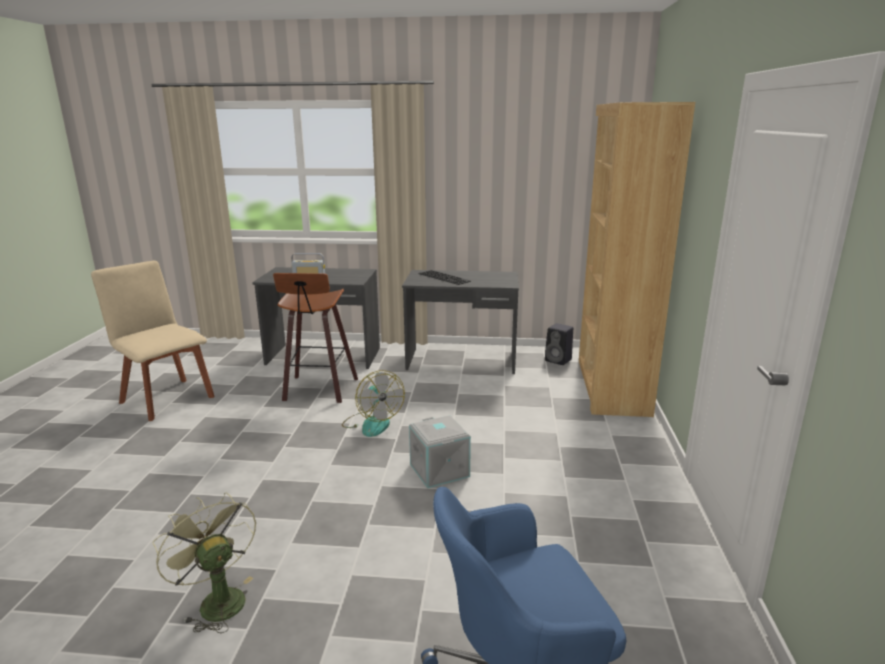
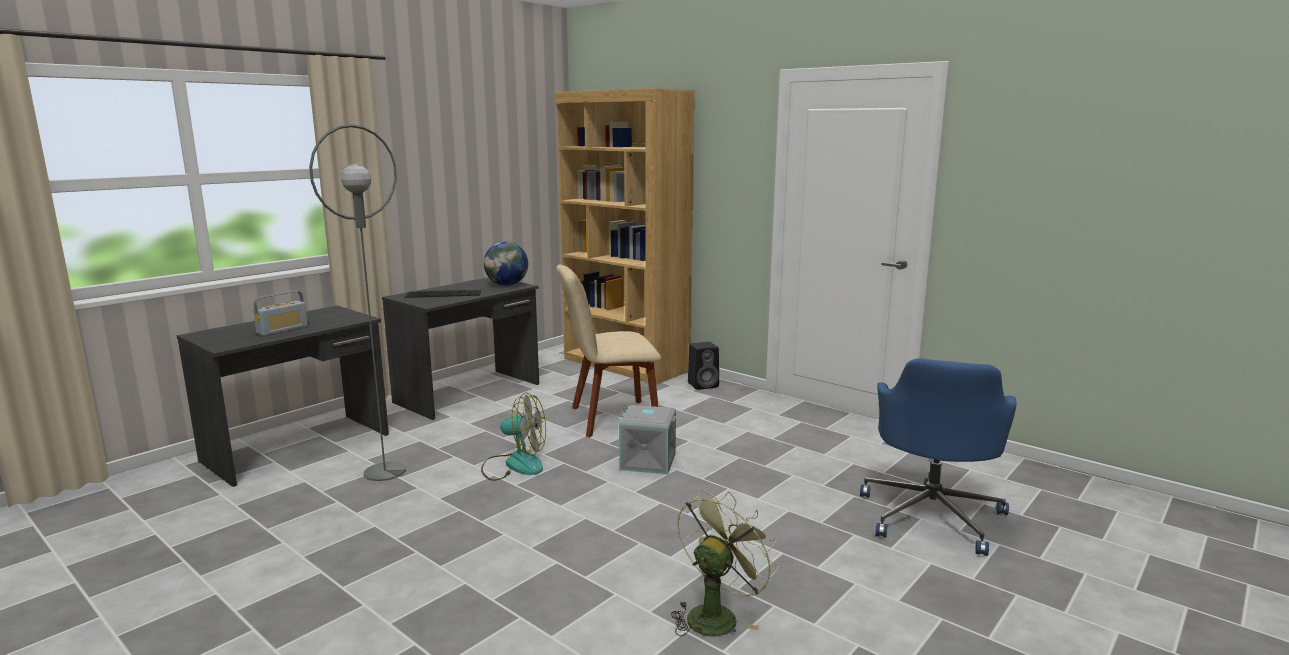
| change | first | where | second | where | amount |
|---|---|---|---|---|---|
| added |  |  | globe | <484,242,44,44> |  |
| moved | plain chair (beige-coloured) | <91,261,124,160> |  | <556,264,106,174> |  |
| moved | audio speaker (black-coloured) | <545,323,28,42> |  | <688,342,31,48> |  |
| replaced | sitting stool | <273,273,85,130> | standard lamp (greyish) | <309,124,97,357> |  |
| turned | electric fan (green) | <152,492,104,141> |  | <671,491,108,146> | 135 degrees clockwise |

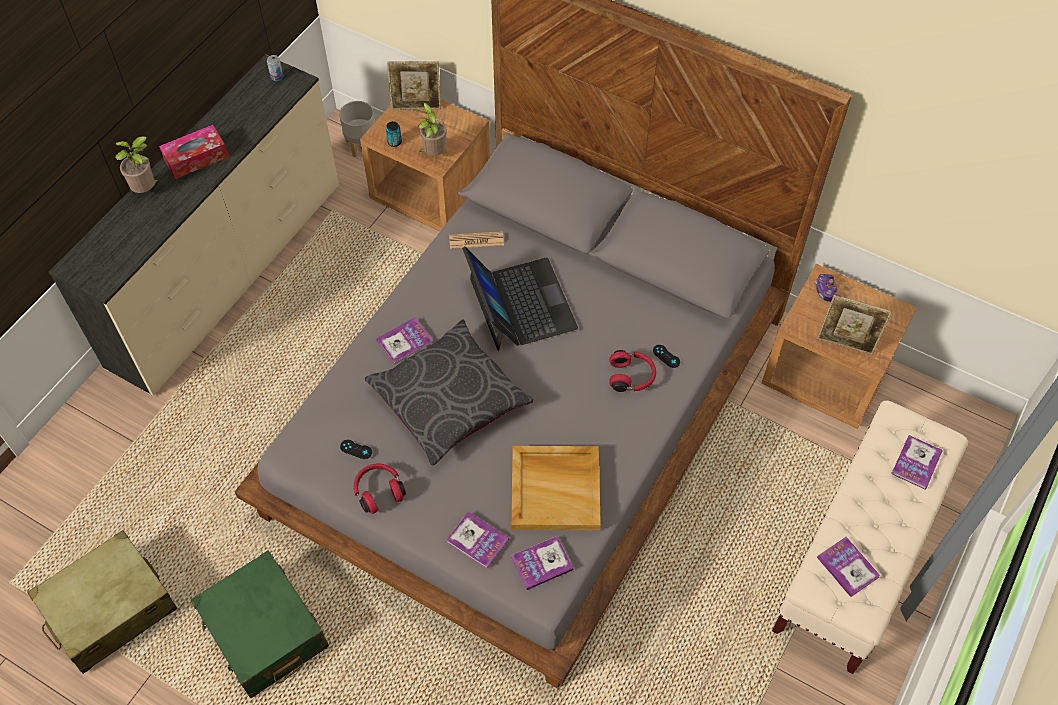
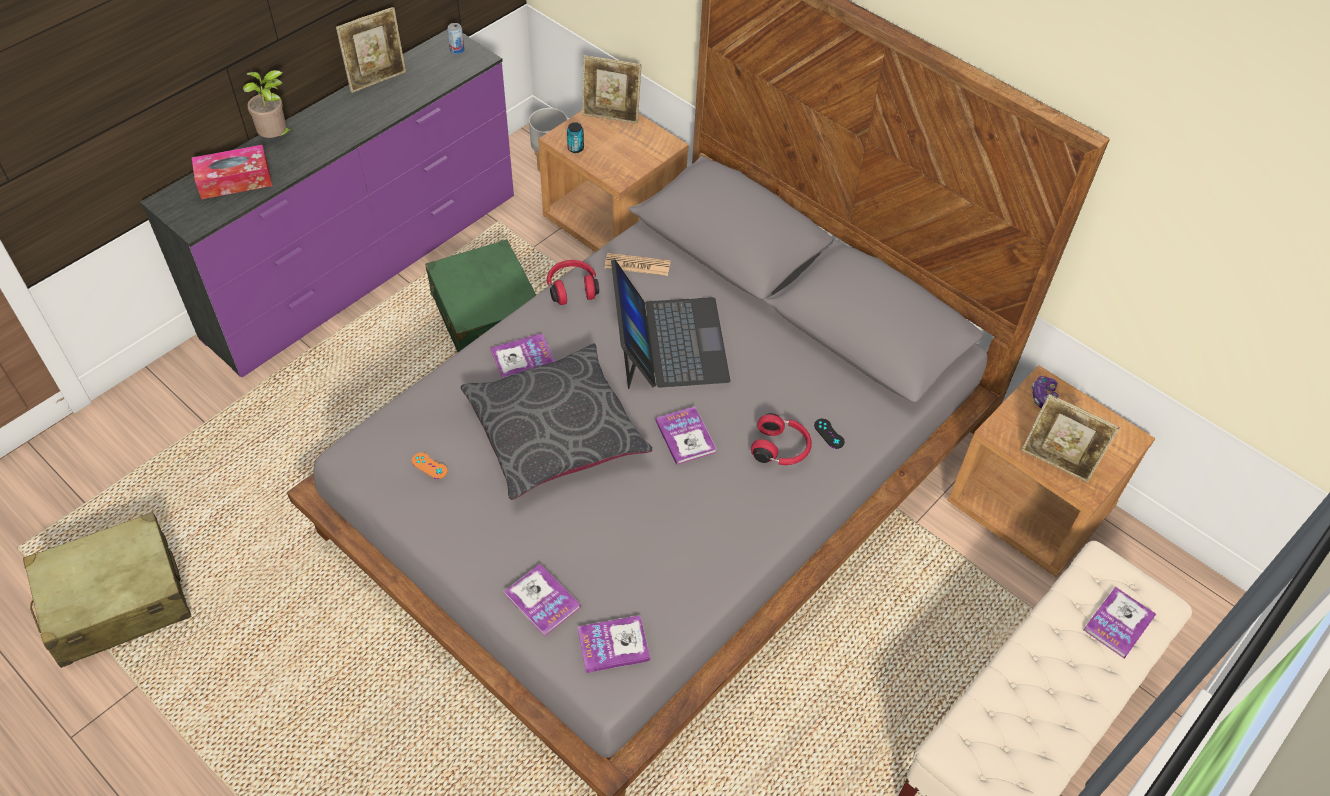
| change | first | where | second | where | amount |
|---|---|---|---|---|---|
| removed | potted plant | <414,102,33,54> |  |  |  |
| removed | carrying tray (beige-coloured) | <511,446,90,85> |  |  |  |
| added |  |  | standing frame | <336,7,70,86> |  |
| moved | tissue box | <159,125,69,54> |  | <192,145,80,54> |  |
| moved | suitcase (green) | <191,550,138,148> |  | <425,239,111,113> |  |
| moved | headphones (red) | <354,464,52,50> |  | <547,260,52,45> |  |
| moved | volume | <817,537,63,60> |  | <656,406,61,59> |  |
| recoloured | drawer chest (beige-coloured) | <48,55,291,341> | drawer chest (purplish) | <140,30,374,347> |  |
| recoloured | joypad (black-coloured) | <340,440,32,19> | joypad (orange) | <412,453,36,26> |  |

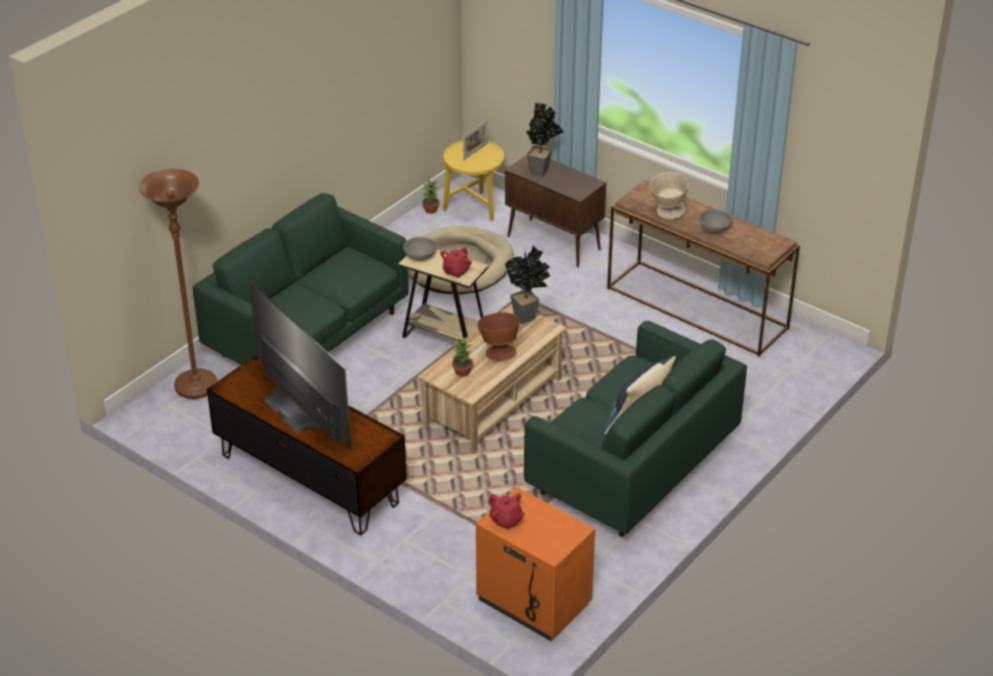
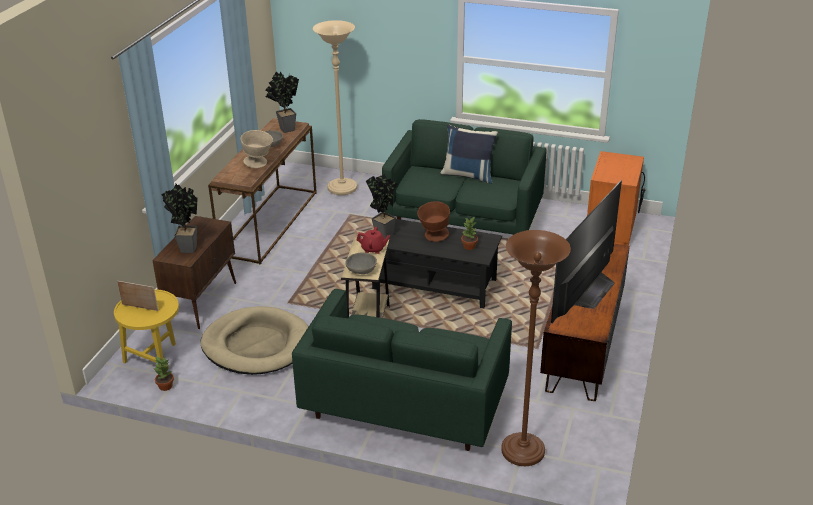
| change | first | where | second | where | amount |
|---|---|---|---|---|---|
| removed | teapot (red) | <488,493,37,37> |  |  |  |
| added |  |  | potted plant | <266,72,33,61> |  |
| added |  |  | standard lamp (beige-coloured) | <313,20,44,175> |  |
| recoloured | lounge table (beige-coloured) | <418,303,149,149> | lounge table (black-coloured) | <372,219,130,89> |  |

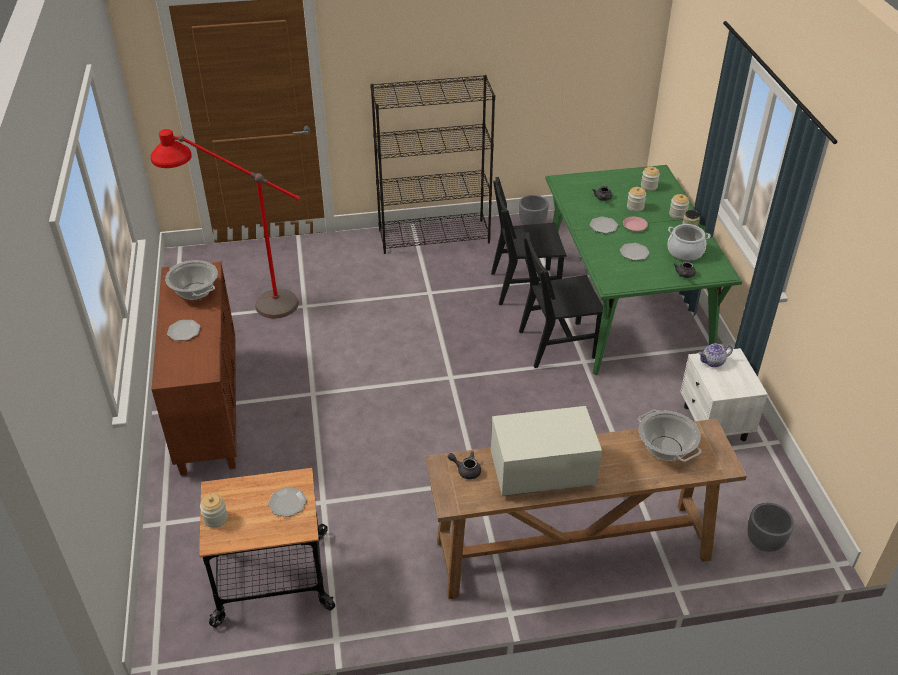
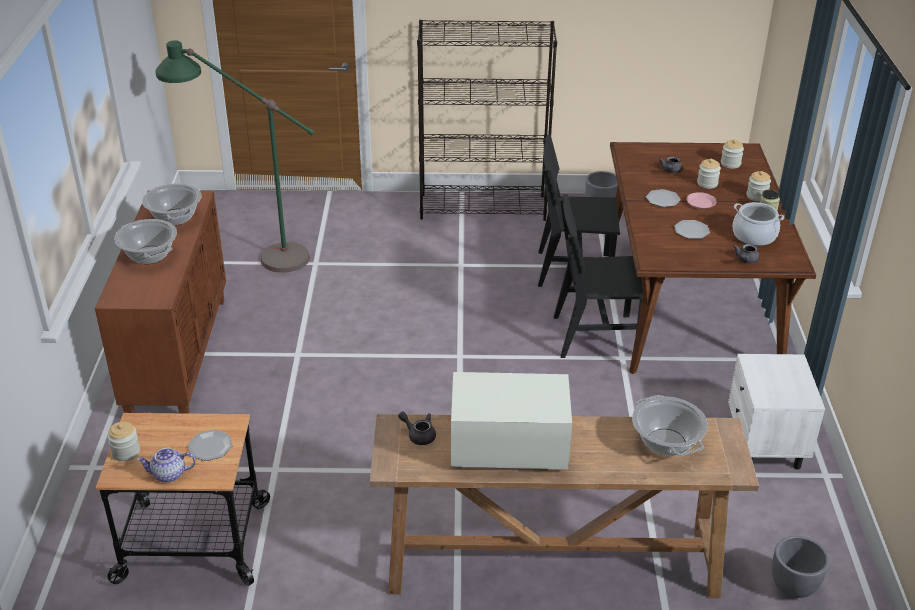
| change | first | where | second | where | amount |
|---|---|---|---|---|---|
| moved | teapot | <698,344,35,23> |  | <137,448,59,35> |  |
| replaced | flat dish | <167,320,33,21> | stockpot | <114,219,63,45> |  |
| recoloured | standard lamp (red) | <150,129,150,190> | standard lamp (green) | <156,40,158,233> |  |
| recoloured | dining table (green) | <545,165,197,210> | dining table (brown) | <610,142,206,232> |  |

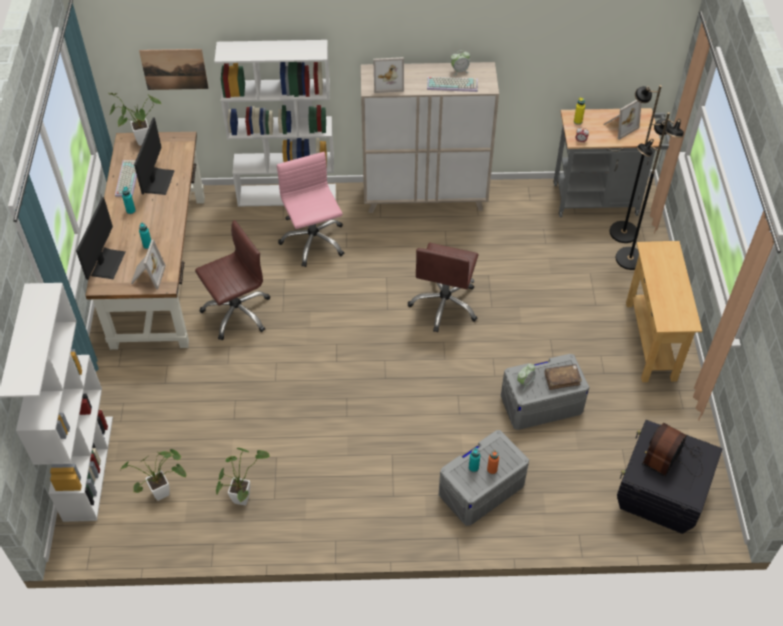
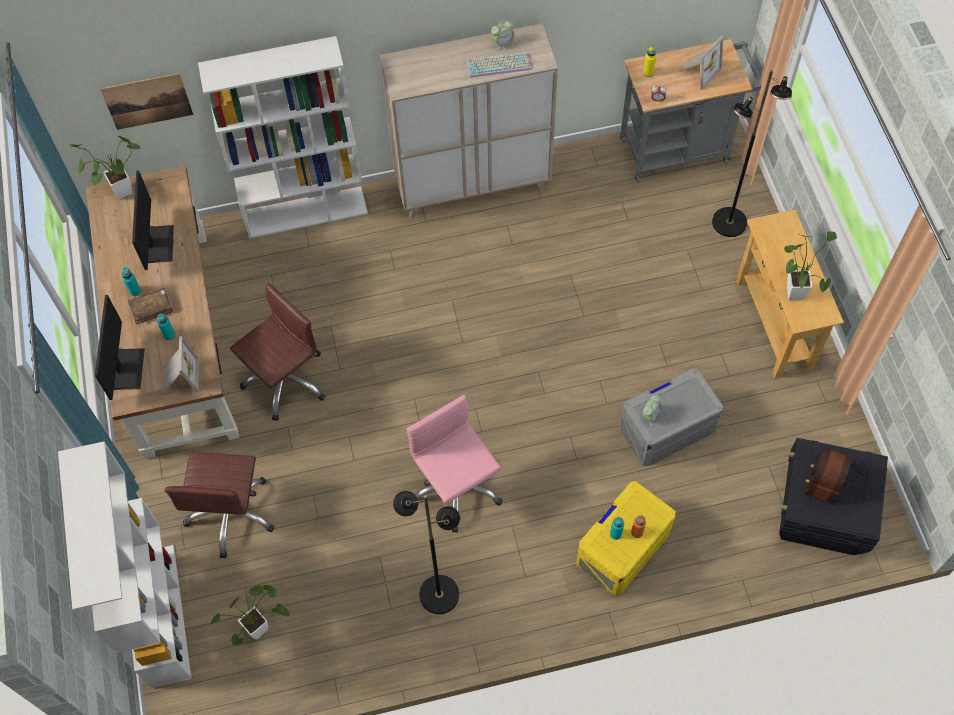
| change | first | where | second | where | amount |
|---|---|---|---|---|---|
| removed | keyboard | <115,160,22,37> |  |  |  |
| removed | standing frame | <373,57,31,36> |  |  |  |
| moved | potted plant | <216,448,54,58> |  | <784,231,53,69> |  |
| moved | office chair (pink-coloured) | <277,152,67,115> |  | <407,395,96,137> |  |
| moved | office chair (brown) | <408,243,71,89> |  | <164,452,110,106> |  |
| moved | volume (brown) | <544,364,38,26> |  | <128,288,45,37> |  |
| moved | standard lamp (black-coloured) | <609,85,62,158> |  | <393,491,67,123> |  |
| recoloured | storage bin (greyish) | <439,430,90,96> | storage bin (yellowish) | <576,481,100,115> |  |

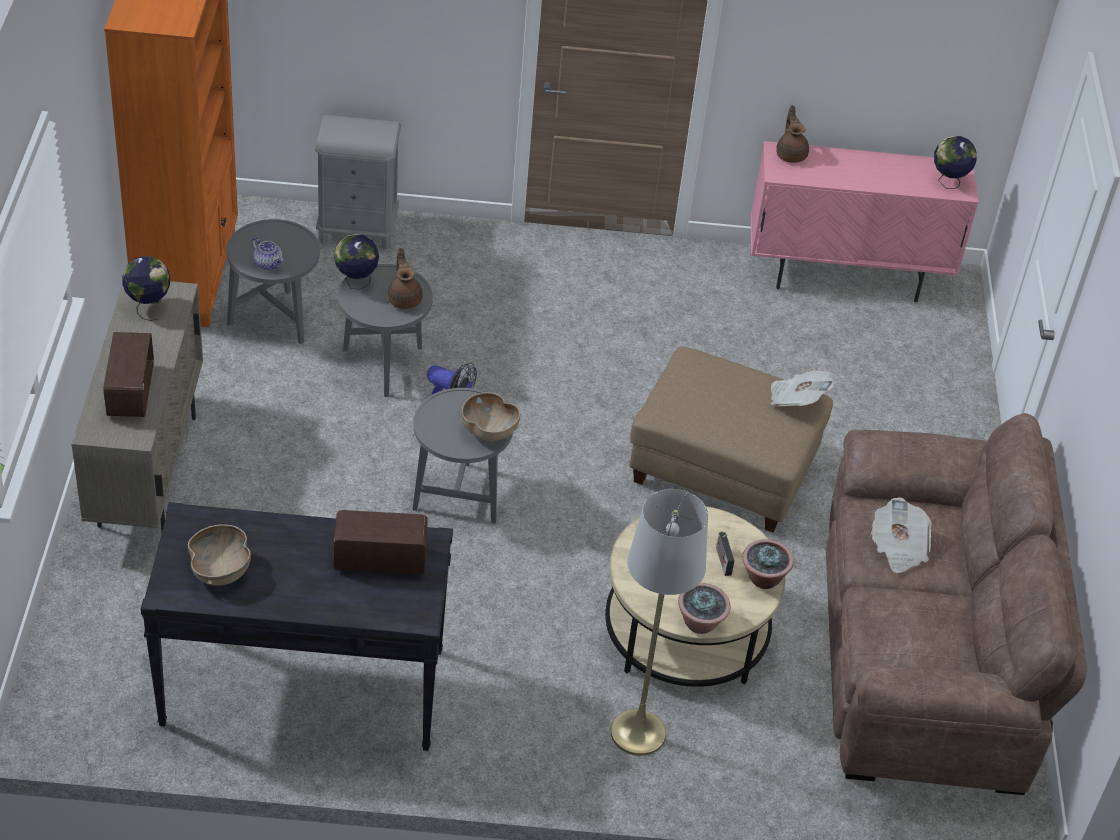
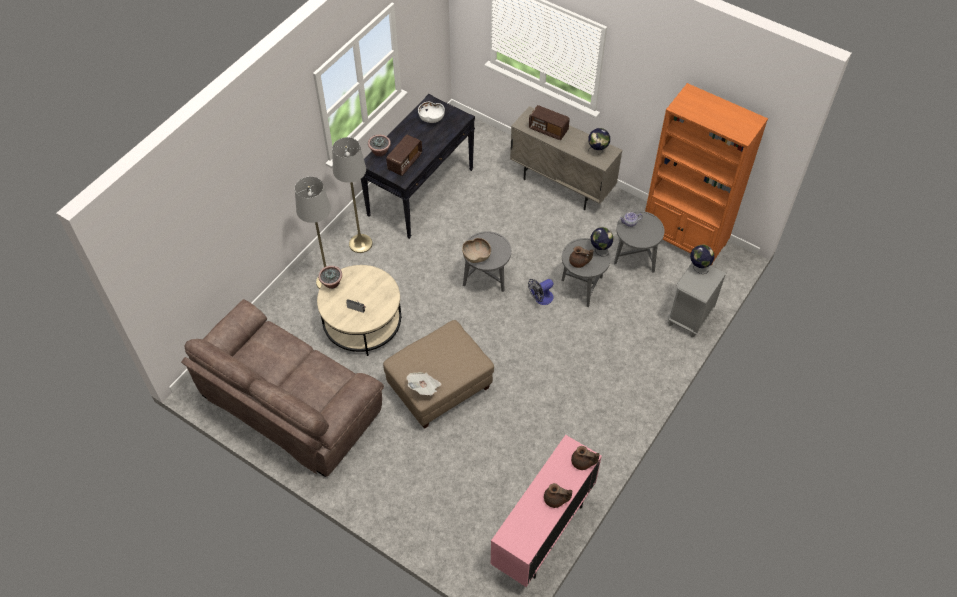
| change | first | where | second | where | amount |
|---|---|---|---|---|---|
| removed | printed paper | <871,498,61,75> |  |  |  |
| added |  |  | standard lamp (greyish) | <332,137,41,116> |  |
| added |  |  | teapot (brown) | <544,483,28,25> |  |
| moved | potted plant | <742,539,52,50> |  | <368,135,23,22> |  |
| moved | globe | <934,136,42,53> |  | <690,244,24,30> |  |
| recoloured | bowl (brown) | <188,524,63,62> | bowl (whitish) | <418,102,27,21> |  |

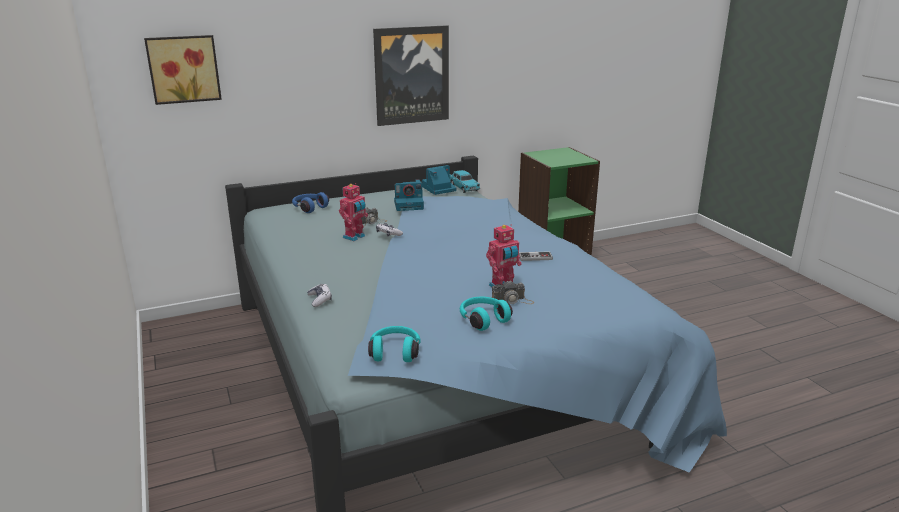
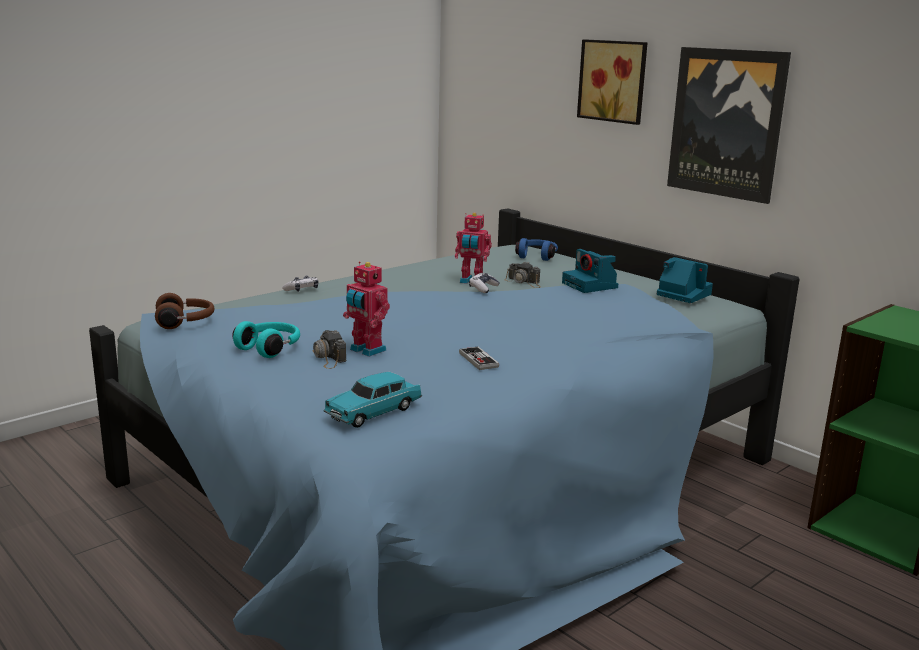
| change | first | where | second | where | amount |
|---|---|---|---|---|---|
| moved | picture | <144,35,78,70> |  | <577,39,71,86> |  |
| moved | model car (turquoise) | <450,170,30,23> |  | <324,372,98,56> |  |
| recoloured | headphones (turquoise) | <368,326,53,36> | headphones (brown) | <155,293,59,36> |  |

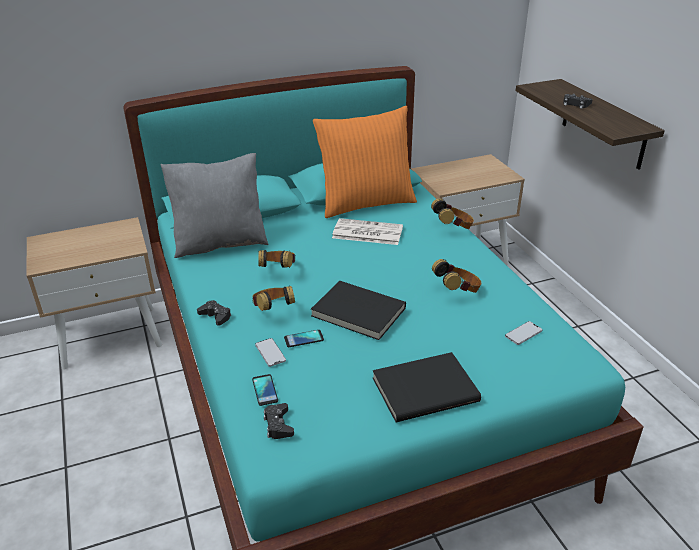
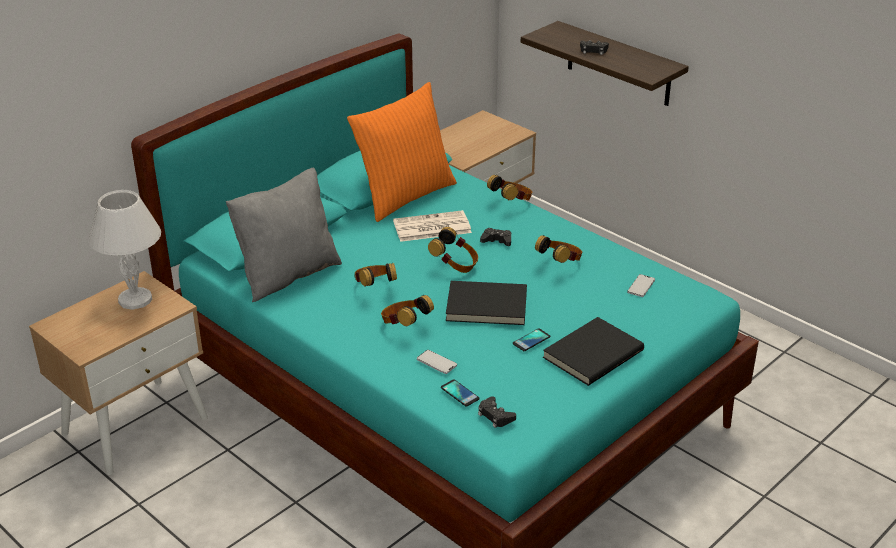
| change | first | where | second | where | amount |
|---|---|---|---|---|---|
| added |  |  | table lamp (whitish) | <89,190,72,120> |  |
| added |  |  | headphones | <428,227,50,46> |  |
| moved | joypad (black-coloured) | <197,300,34,26> |  | <480,228,31,18> |  |
| moved | telephone | <284,330,40,17> |  | <513,329,37,22> |  |

